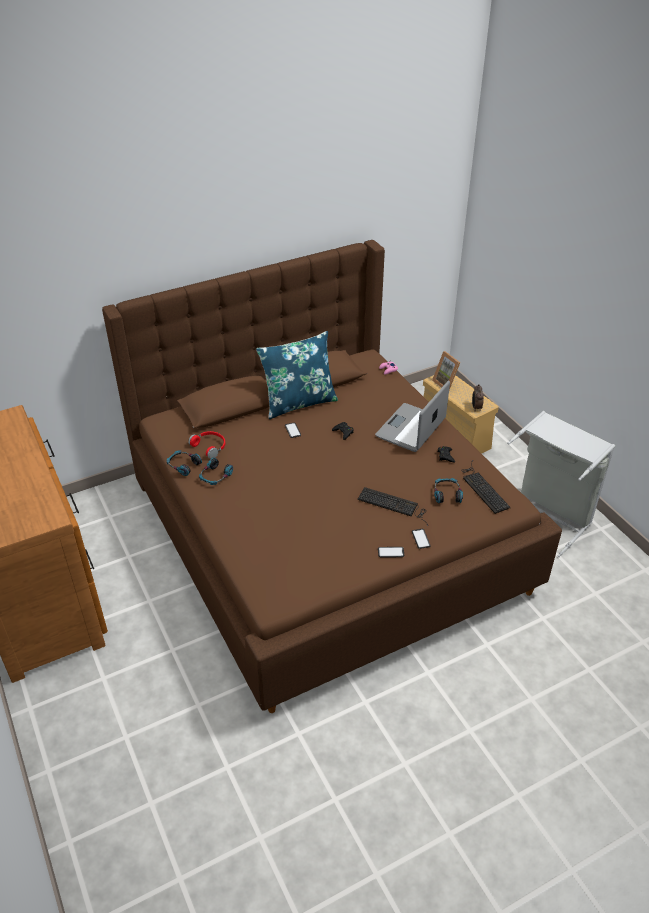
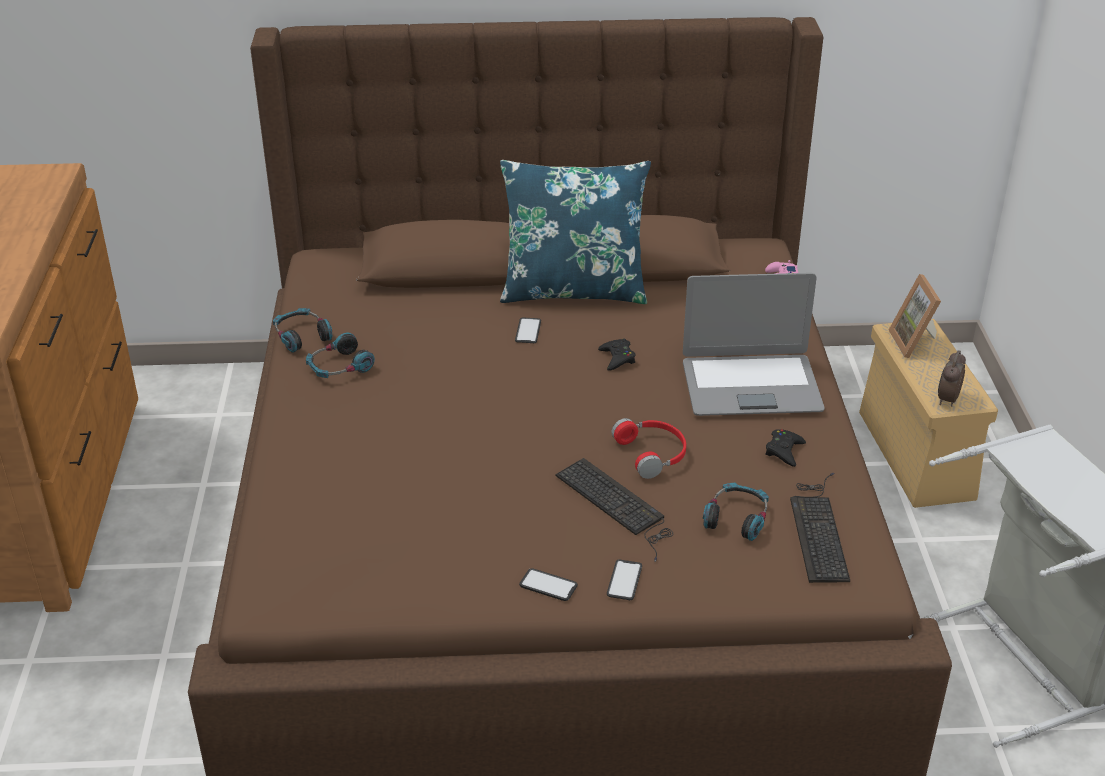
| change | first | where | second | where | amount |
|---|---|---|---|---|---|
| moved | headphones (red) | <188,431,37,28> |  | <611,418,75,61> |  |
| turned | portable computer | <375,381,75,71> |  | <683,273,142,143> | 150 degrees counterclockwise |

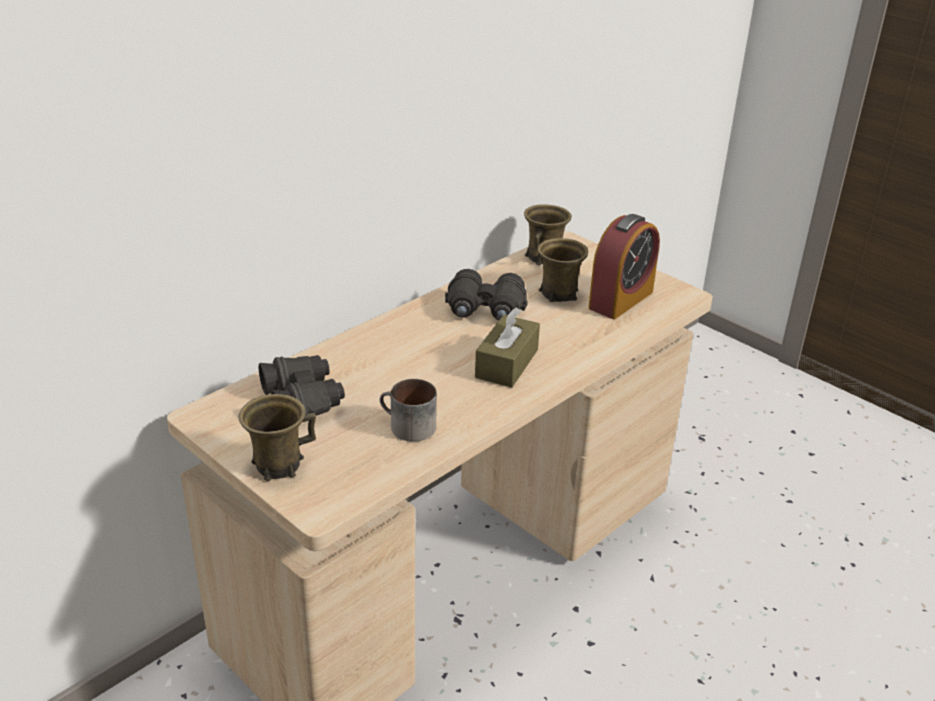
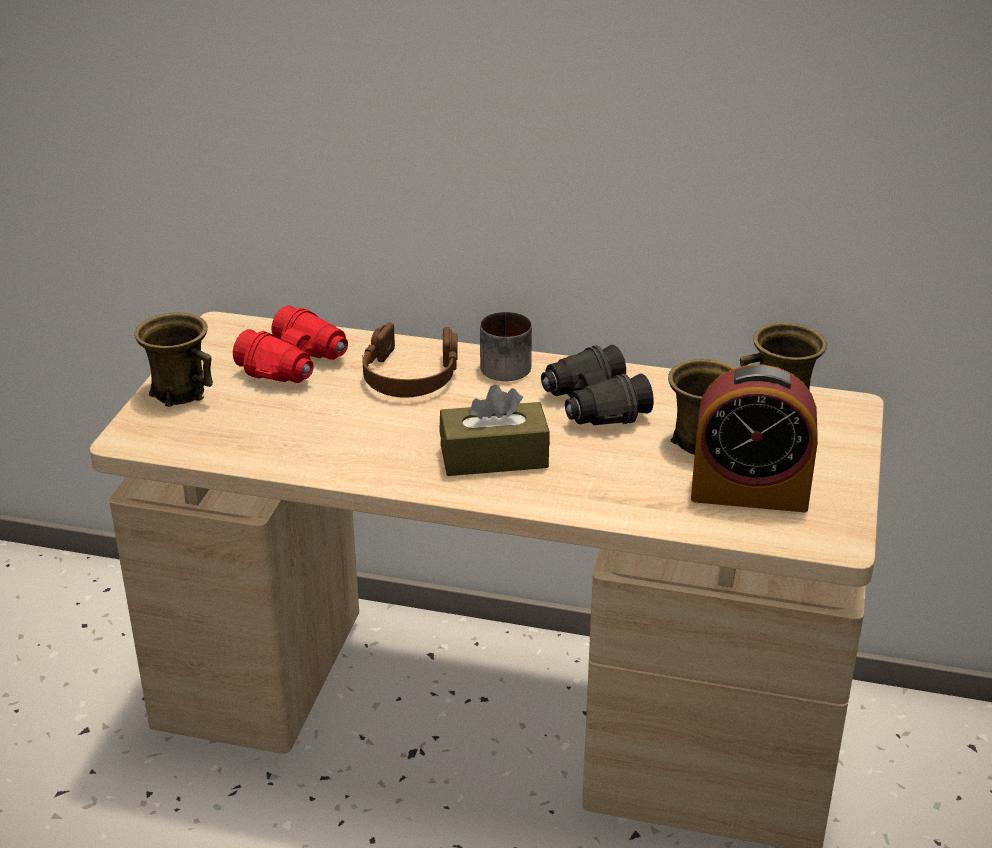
| change | first | where | second | where | amount |
|---|---|---|---|---|---|
| added |  |  | headphones (brown) | <362,322,96,76> |  |
| moved | coffee mug | <380,379,57,62> |  | <480,312,52,69> |  |
| recoloured | binoculars (black-coloured) | <259,355,86,61> | binoculars (red) | <233,306,115,77> |  |

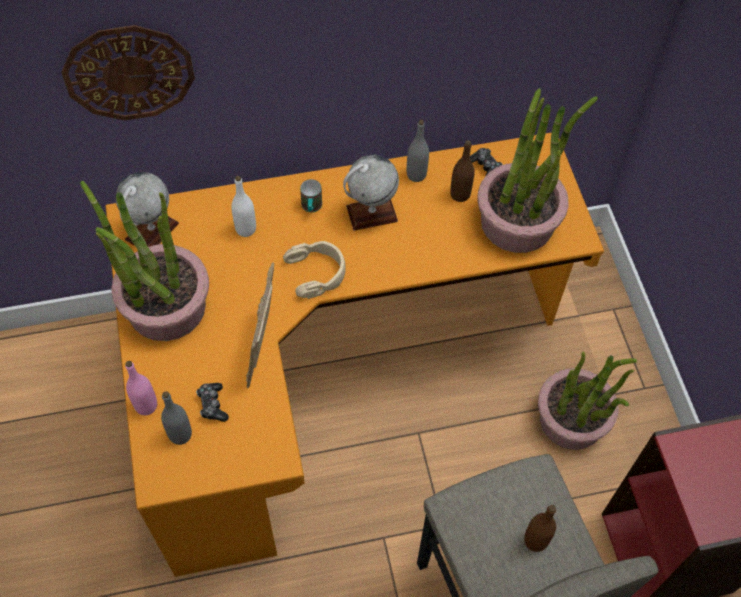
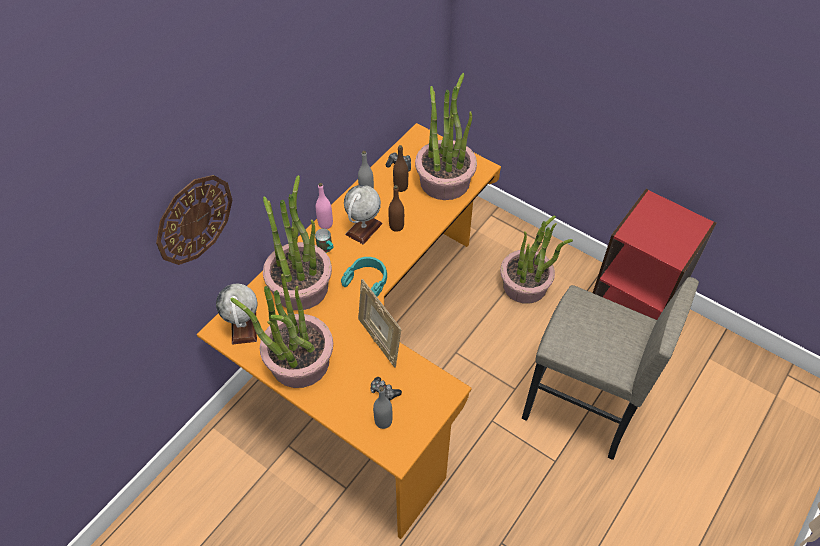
| change | first | where | second | where | amount |
|---|---|---|---|---|---|
| moved | drink bottle (pink-coloured) | <125,361,32,54> |  | <316,183,17,46> |  |
| moved | drink bottle (brown) | <524,505,32,47> |  | <388,185,16,47> |  |
| replaced | drink bottle (whitish) | <231,176,25,61> | potted plant | <263,175,69,135> |  |
| recoloured | headphones (beige-coloured) | <283,241,63,58> | headphones (turquoise) | <341,257,46,40> |  |

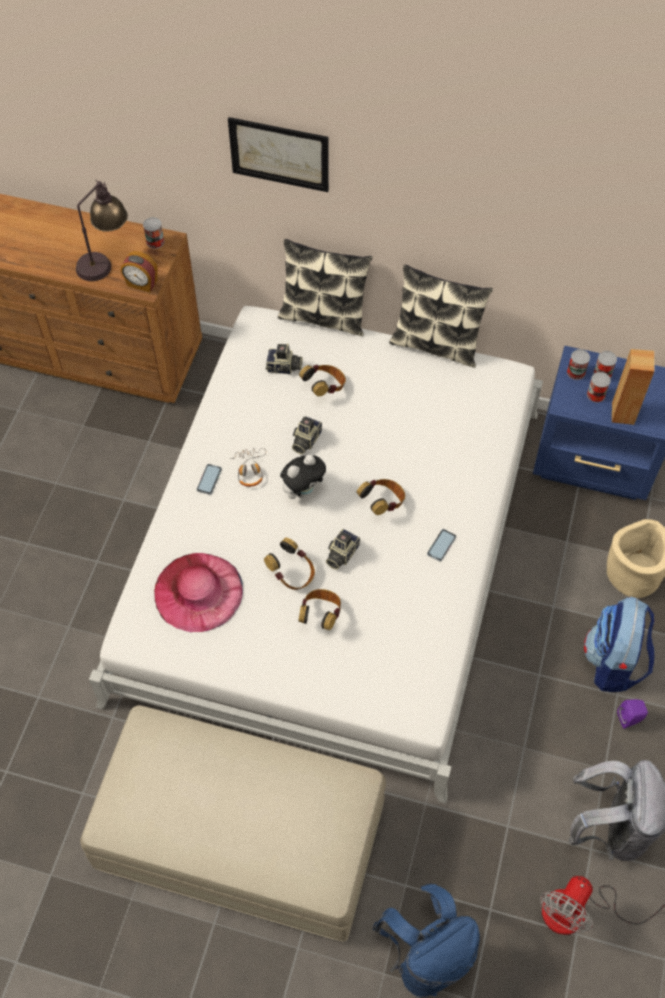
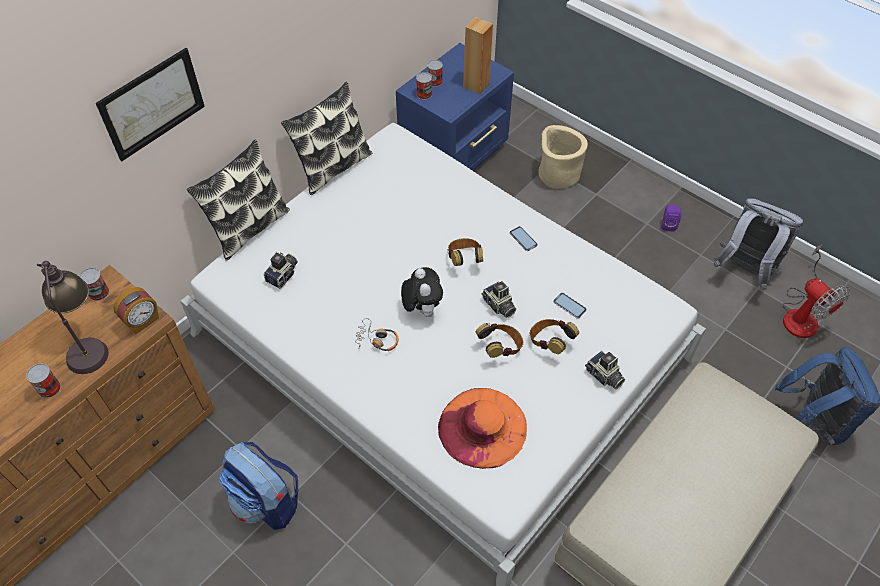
| change | first | where | second | where | amount |
|---|---|---|---|---|---|
| removed | headphones | <299,365,47,31> |  |  |  |
| moved | telephone | <197,464,25,31> |  | <553,293,34,26> |  |
| moved | photo camera | <292,416,30,38> |  | <585,351,40,38> |  |
| moved | rucksack | <584,596,71,96> |  | <219,442,79,88> |  |
| moved | metal can | <587,372,24,31> |  | <26,363,35,35> |  |
| recoloured | clothing hat (pink-coloured) | <154,553,89,80> | clothing hat (orange) | <438,388,89,81> |  |

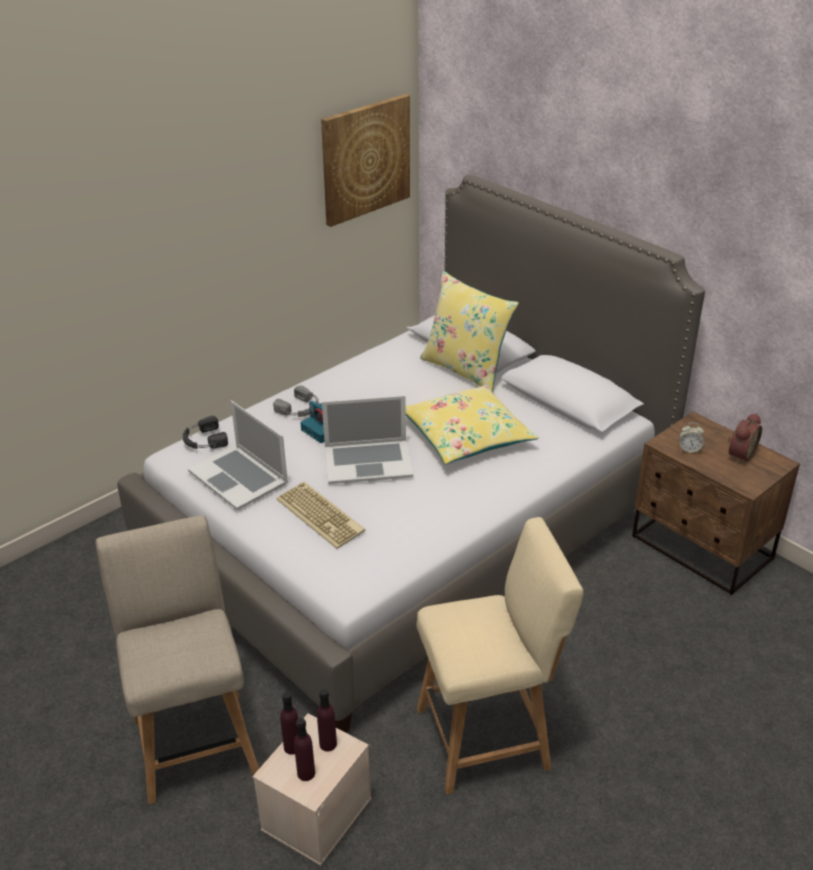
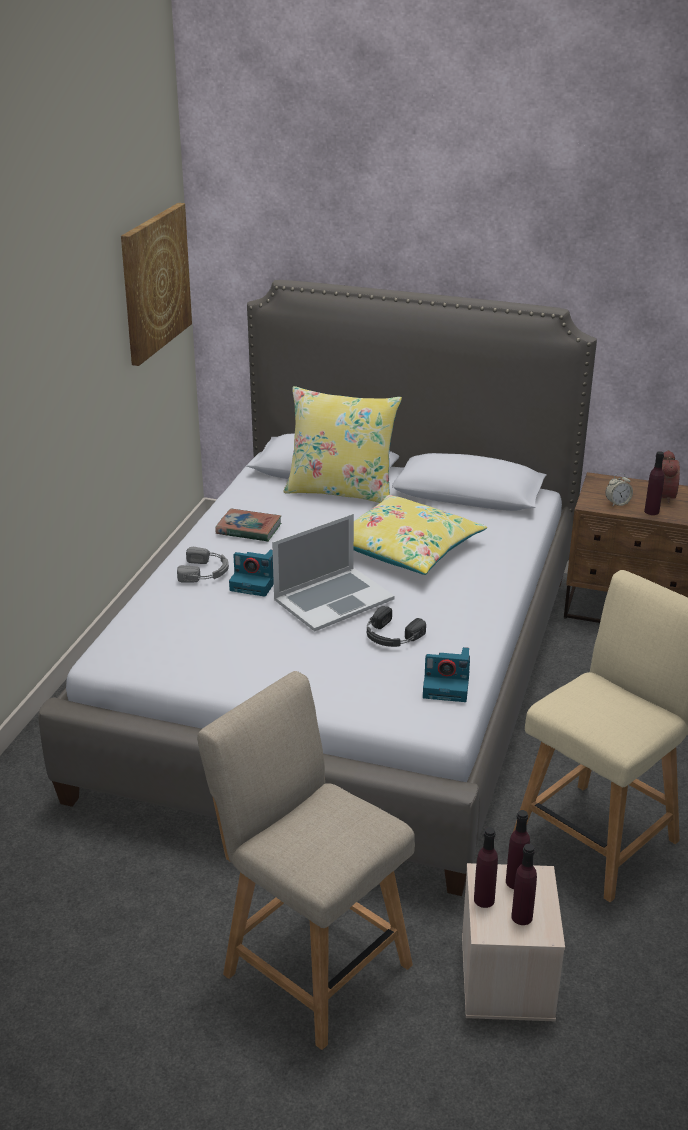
| change | first | where | second | where | amount |
|---|---|---|---|---|---|
| removed | portable computer | <188,401,100,110> |  |  |  |
| removed | keyboard | <277,482,88,67> |  |  |  |
| added |  |  | volume | <215,508,66,34> |  |
| added |  |  | photo camera | <423,647,47,55> |  |
| added |  |  | drink bottle (purplish) | <644,451,20,64> |  |
| moved | headphones (black-coloured) | <183,416,45,33> |  | <367,606,59,41> |  |

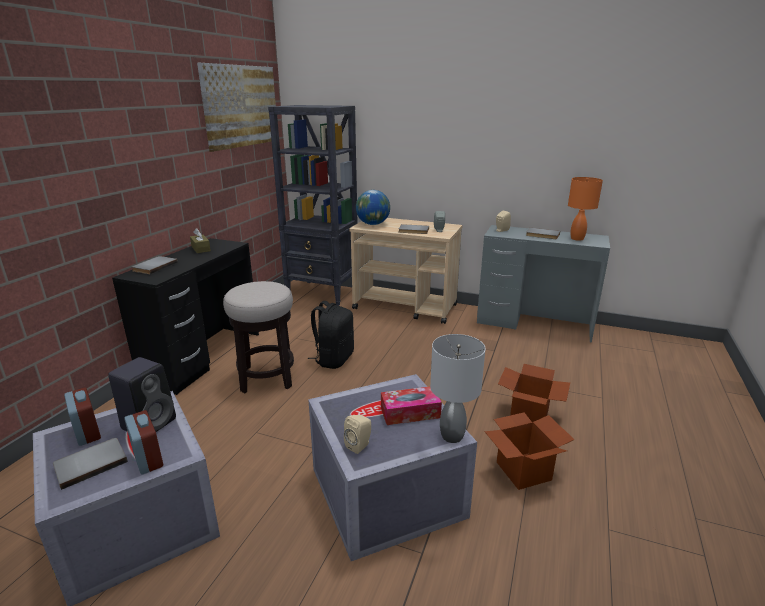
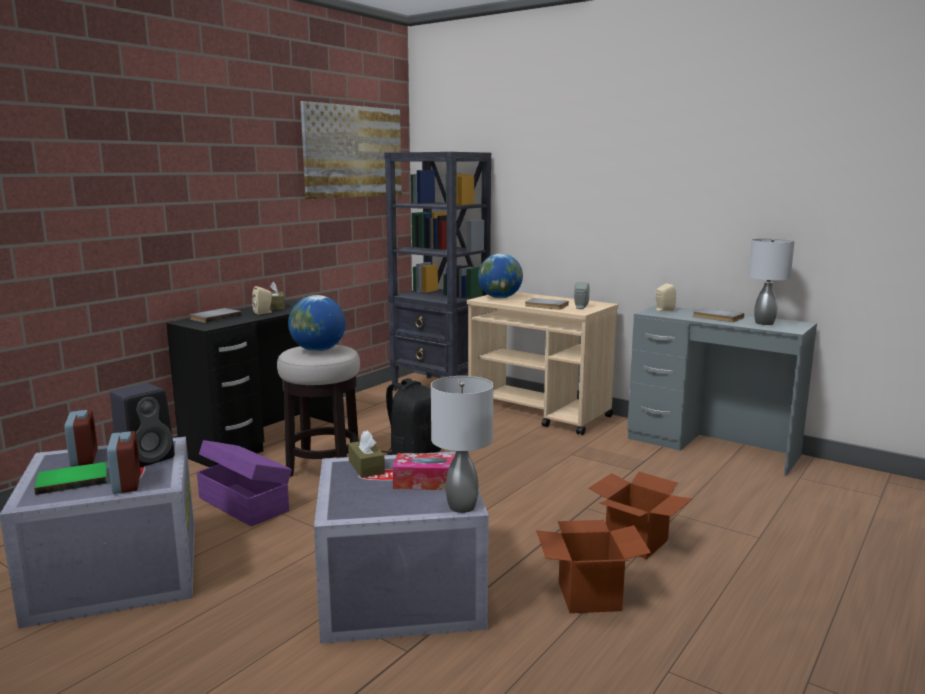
| change | first | where | second | where | amount |
|---|---|---|---|---|---|
| added |  |  | storage bin (purplish) | <197,440,95,86> |  |
| added |  |  | globe | <288,295,58,56> |  |
| added |  |  | tissue box (brown) | <348,431,37,47> |  |
| moved | audio speaker (beige-coloured) | <344,415,27,39> |  | <252,286,20,28> |  |
| recoloured | volume (greyish) | <53,438,75,52> | volume (green) | <34,462,73,33> |  |
| recoloured | table lamp (orange) | <568,177,35,64> | table lamp (greyish) | <748,238,47,87> |  |

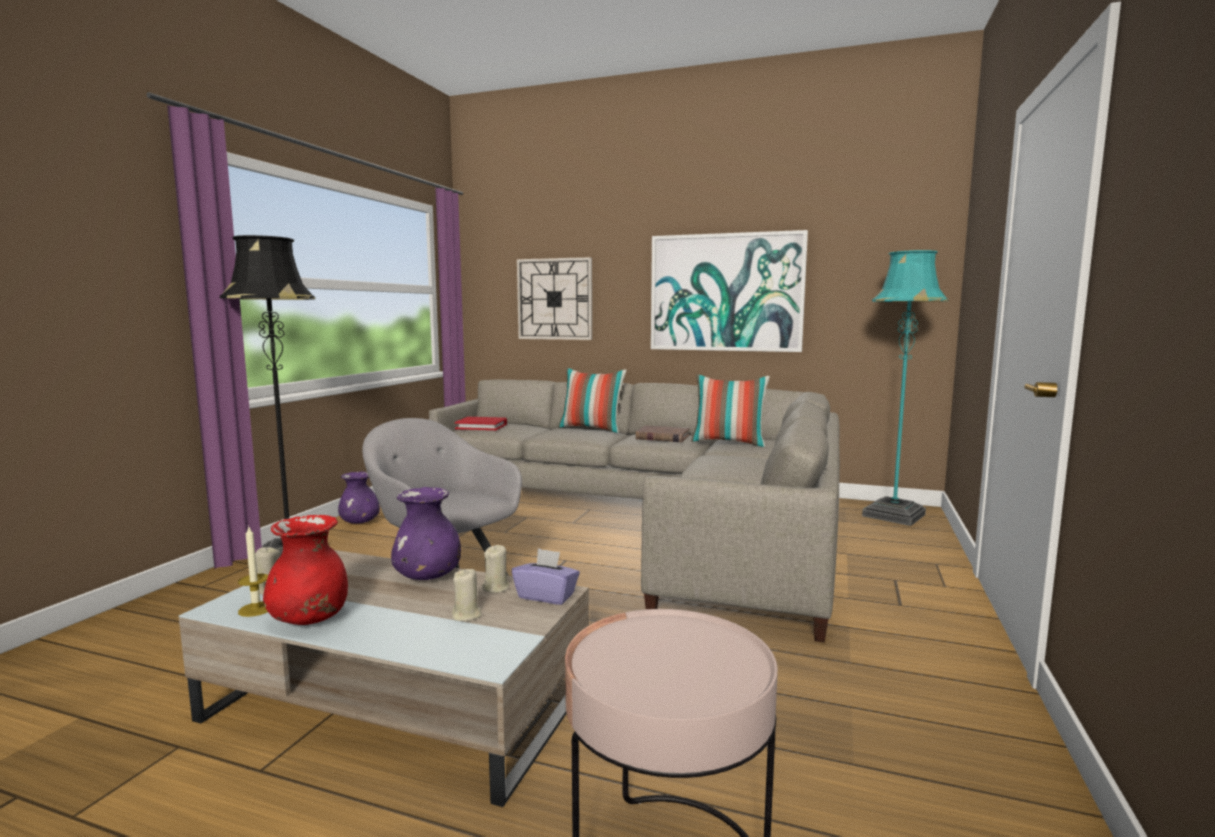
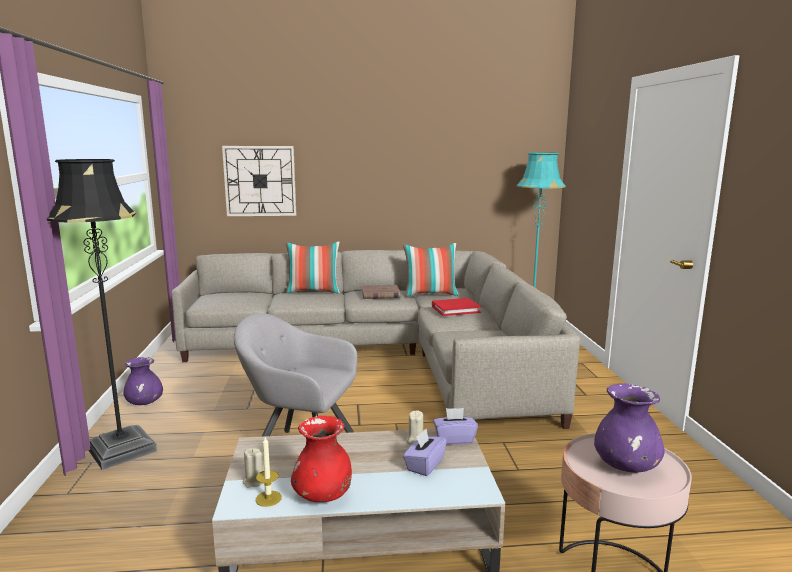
| change | first | where | second | where | amount |
|---|---|---|---|---|---|
| removed | picture | <651,230,157,122> |  |  |  |
| moved | vase (purplish) | <391,487,70,93> |  | <594,384,71,89> |  |
| moved | volume (red) | <455,417,52,13> |  | <432,298,49,18> |  |
| replaced | candle (beige-coloured) | <452,569,30,52> | tissue box (purplish) | <403,429,44,47> |  |

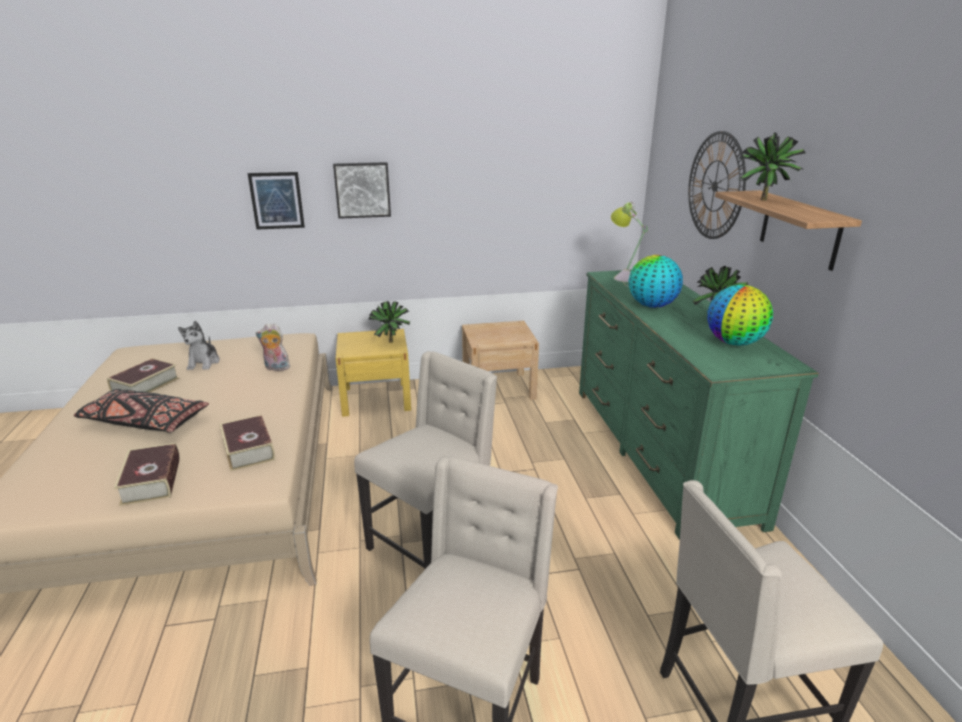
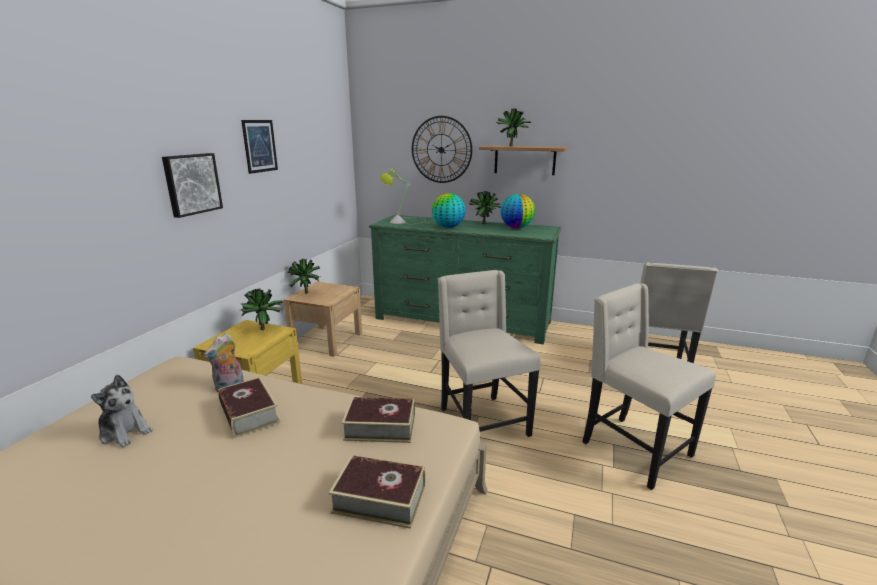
| change | first | where | second | where | amount |
|---|---|---|---|---|---|
| removed | pillow (black-coloured) | <74,389,135,44> |  |  |  |
| added |  |  | potted plant | <288,259,32,34> |  |
| moved | volume | <107,358,72,35> |  | <218,377,62,61> |  |
| moved | picture | <248,172,57,58> |  | <241,120,37,54> |  |

